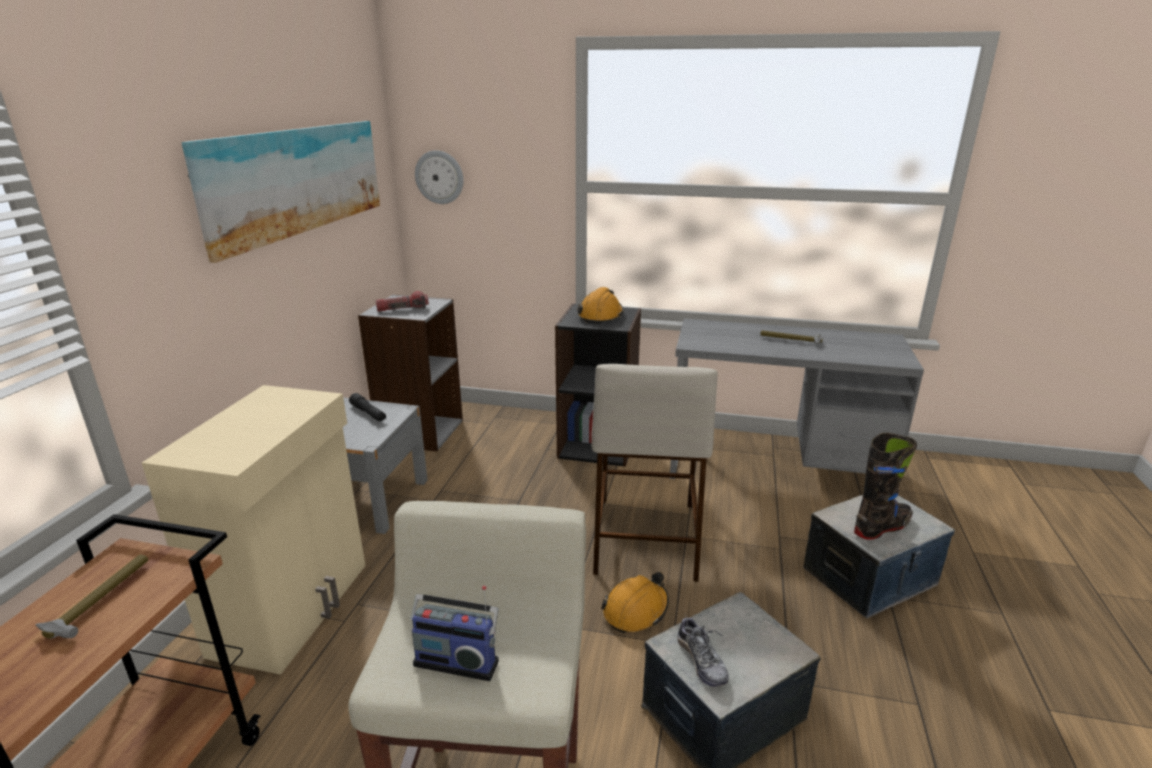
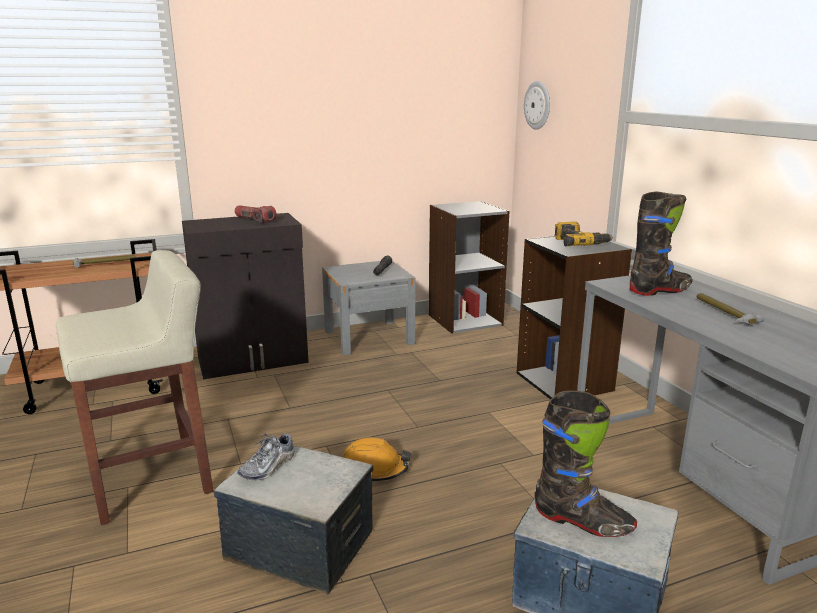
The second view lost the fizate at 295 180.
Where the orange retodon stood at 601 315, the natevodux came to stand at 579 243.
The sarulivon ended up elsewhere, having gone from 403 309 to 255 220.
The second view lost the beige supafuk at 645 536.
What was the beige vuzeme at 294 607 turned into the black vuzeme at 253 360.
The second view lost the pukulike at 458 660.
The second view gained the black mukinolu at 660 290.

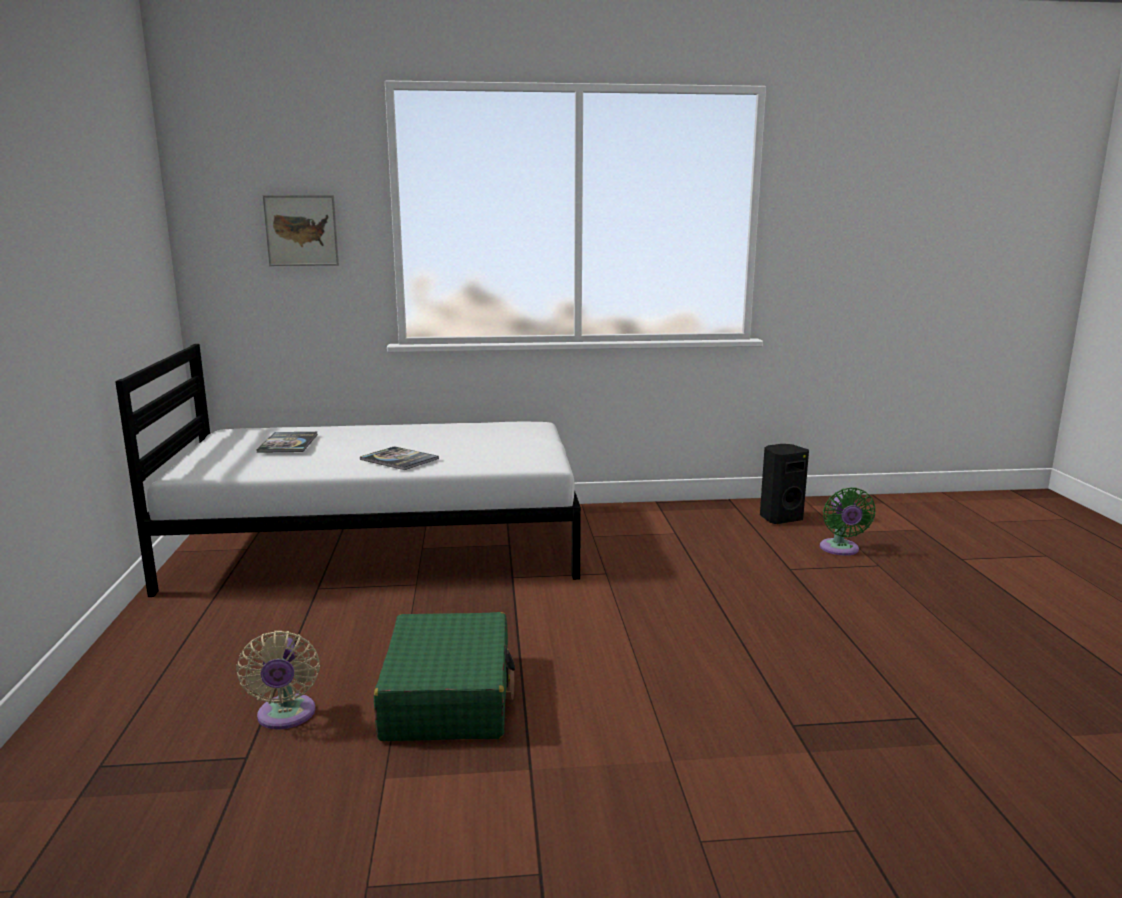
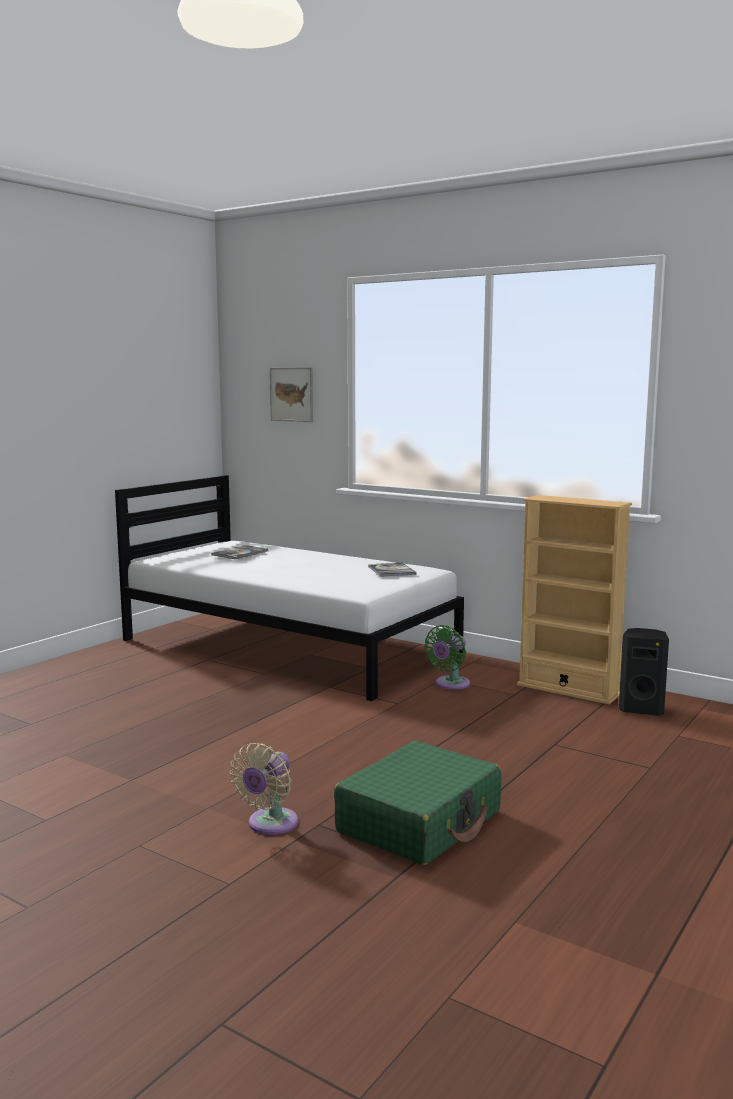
The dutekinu ended up elsewhere, having gone from 399 459 to 391 571.
The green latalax ended up elsewhere, having gone from 840 549 to 450 684.
The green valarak ended up elsewhere, having gone from 448 696 to 420 822.
The beige latalax ended up elsewhere, having gone from 286 716 to 270 825.
The second view gained the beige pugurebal at 568 690.

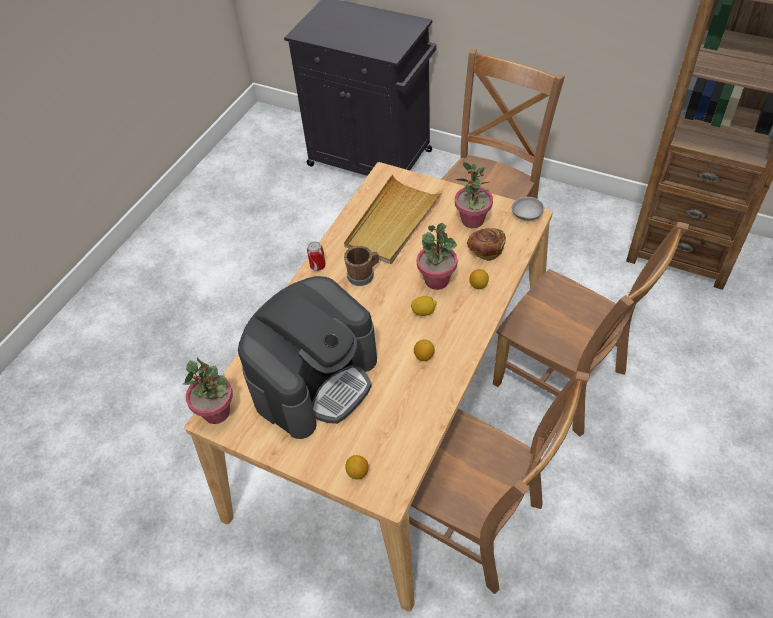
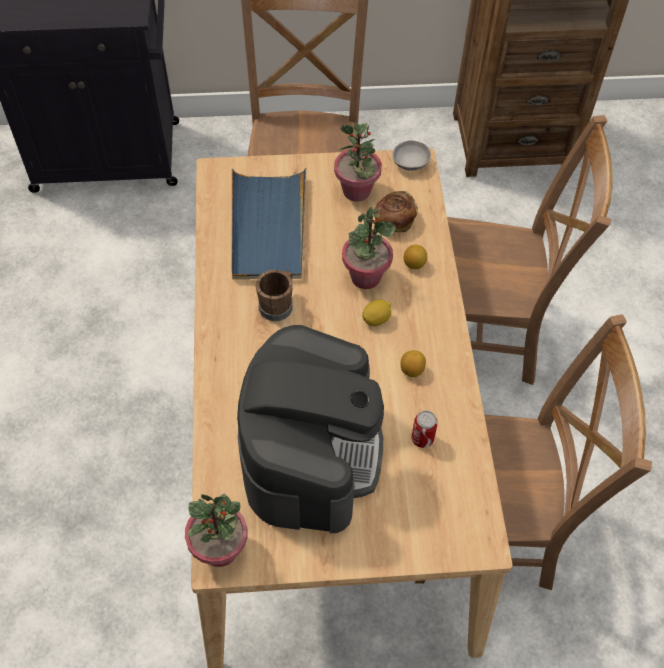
What was the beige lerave at 393 222 turned into the blue lerave at 268 227.
The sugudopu ended up elsewhere, having gone from 318 266 to 422 439.
The second view lost the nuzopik at 357 472.

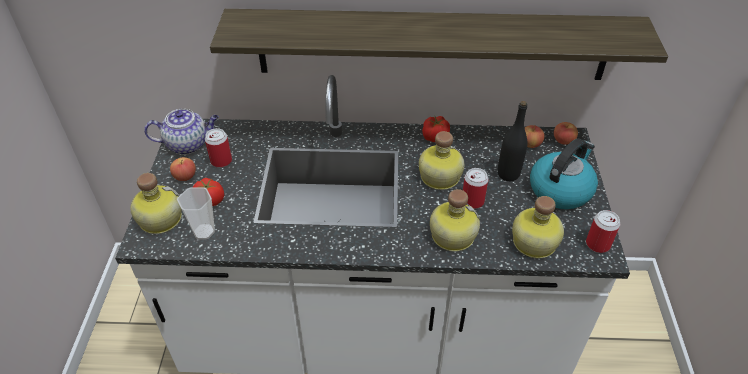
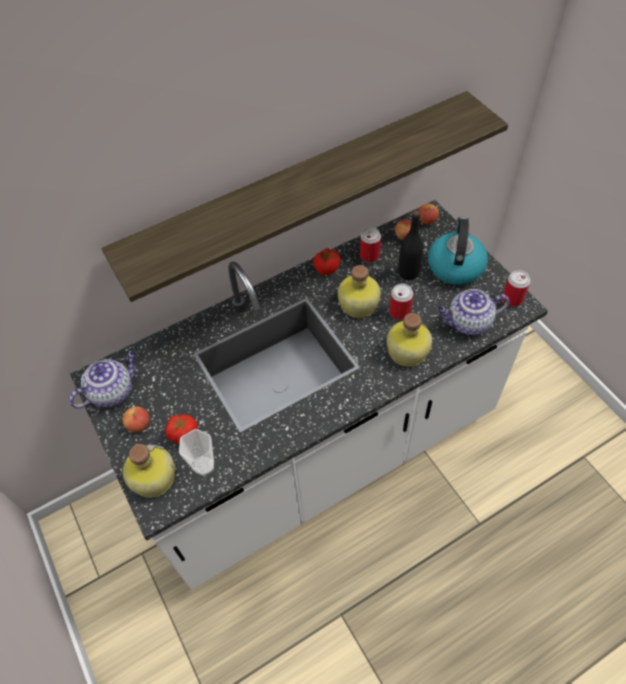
The sugudopu ended up elsewhere, having gone from 221 161 to 369 255.
Where the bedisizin stood at 532 242, the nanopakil came to stand at 468 323.

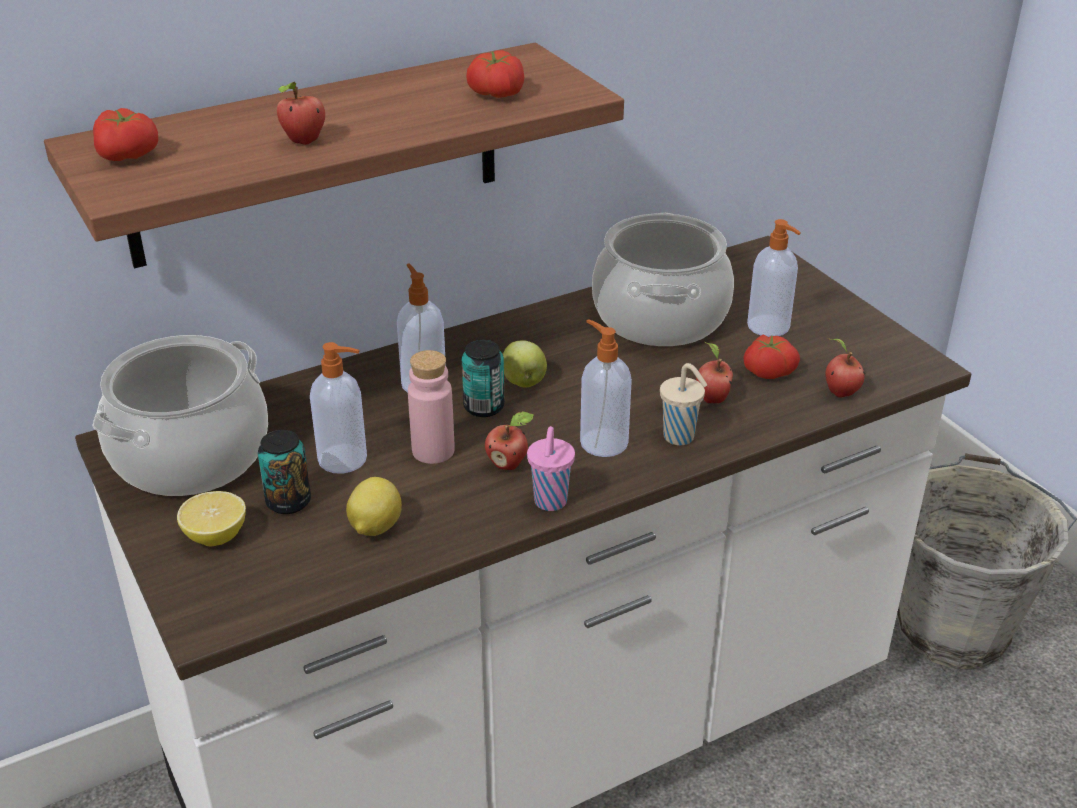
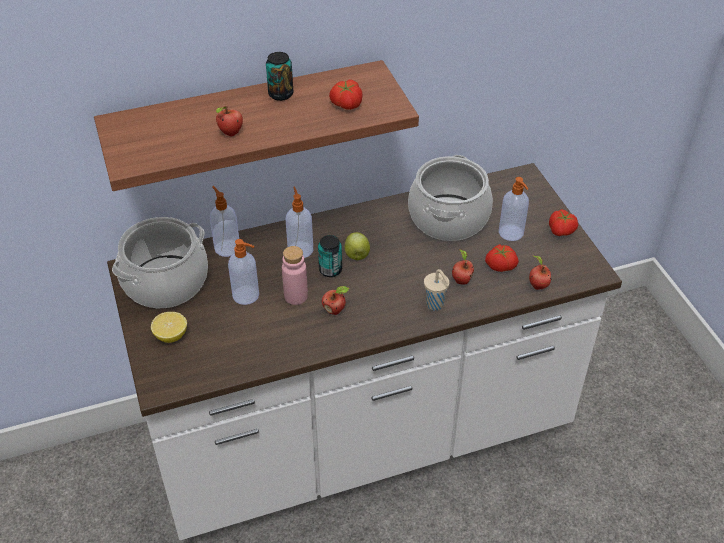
The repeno ended up elsewhere, having gone from 129 155 to 562 230.
The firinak ended up elsewhere, having gone from 602 442 to 226 247.
The second view lost the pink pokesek at 550 503.
The sugudopu ended up elsewhere, having gone from 288 502 to 280 94.
The second view lost the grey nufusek at 953 626.
The second view lost the nuzopik at 374 527.

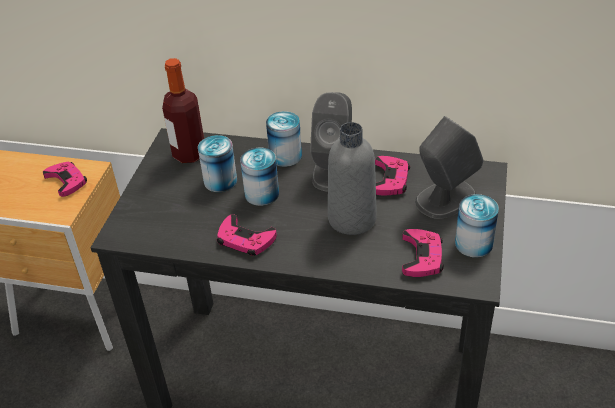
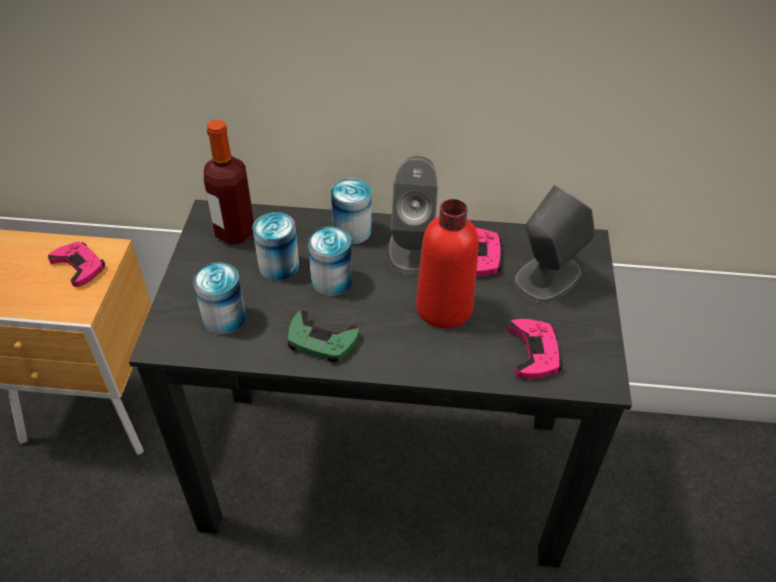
What was the grey bedisizin at 352 219 turned into the red bedisizin at 444 308.
The sugudopu ended up elsewhere, having gone from 473 244 to 224 317.
What was the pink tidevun at 245 240 turned into the green tidevun at 321 341.

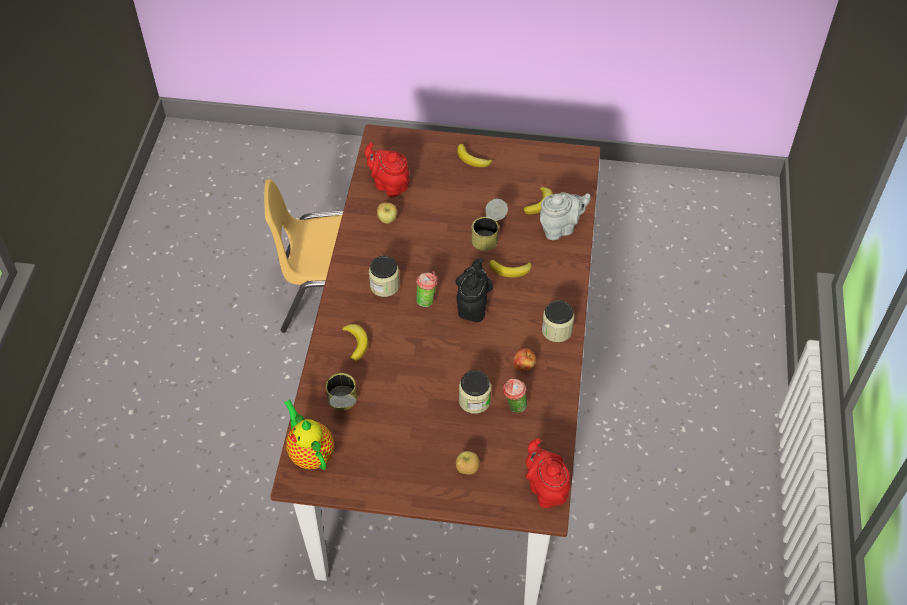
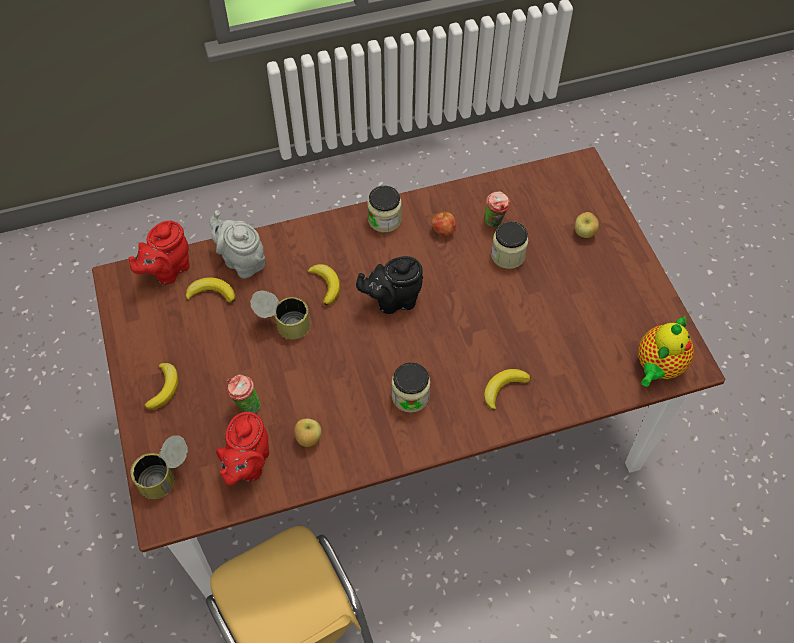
The pokesek ended up elsewhere, having gone from 427 300 to 246 406.
The sugudopu ended up elsewhere, having gone from 343 406 to 166 475.
The red nanopakil ended up elsewhere, having gone from 546 489 to 168 270.

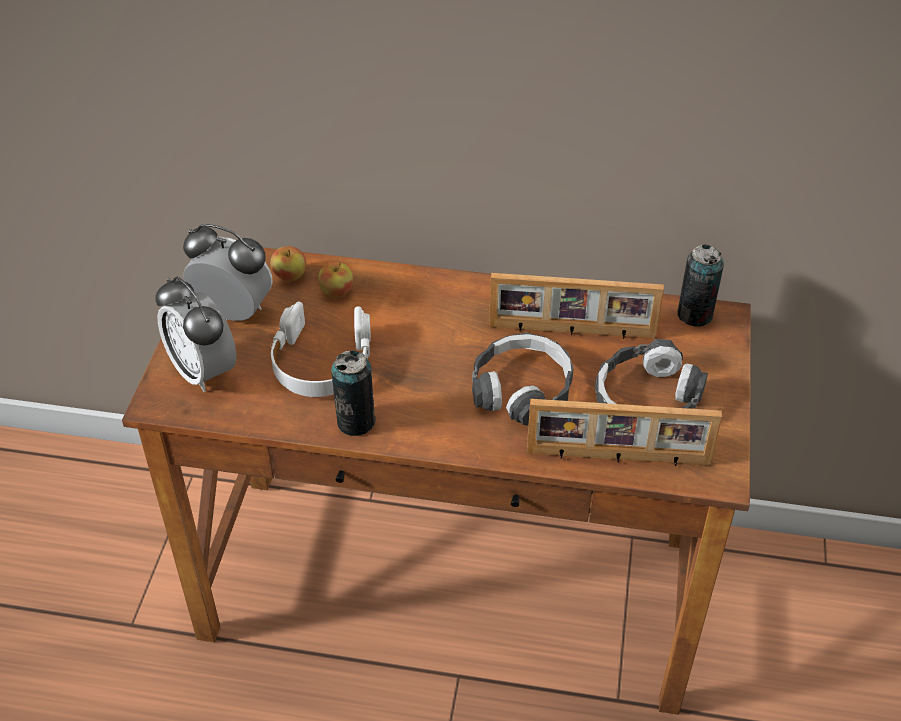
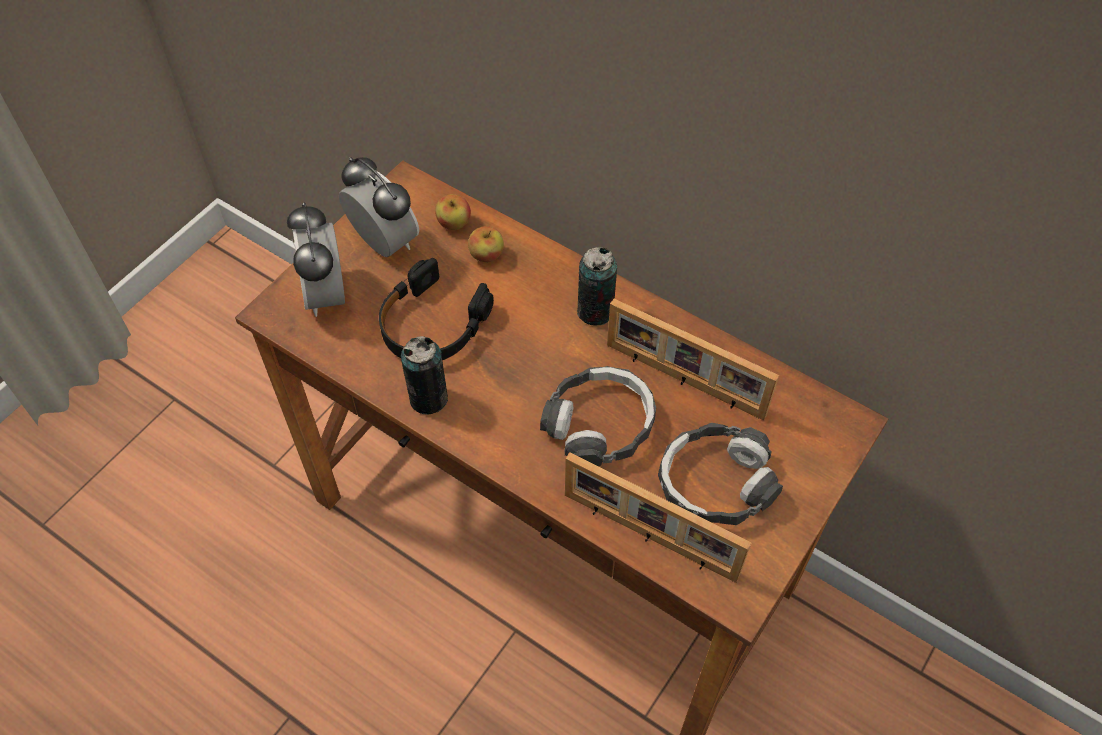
The sugudopu ended up elsewhere, having gone from 694 315 to 595 311.
What was the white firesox at 321 362 turned into the black firesox at 432 324.

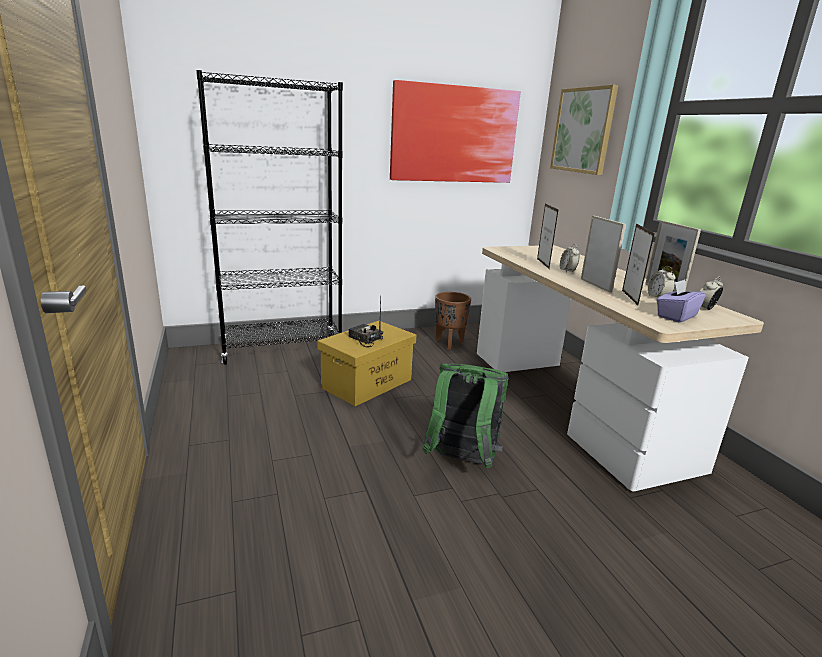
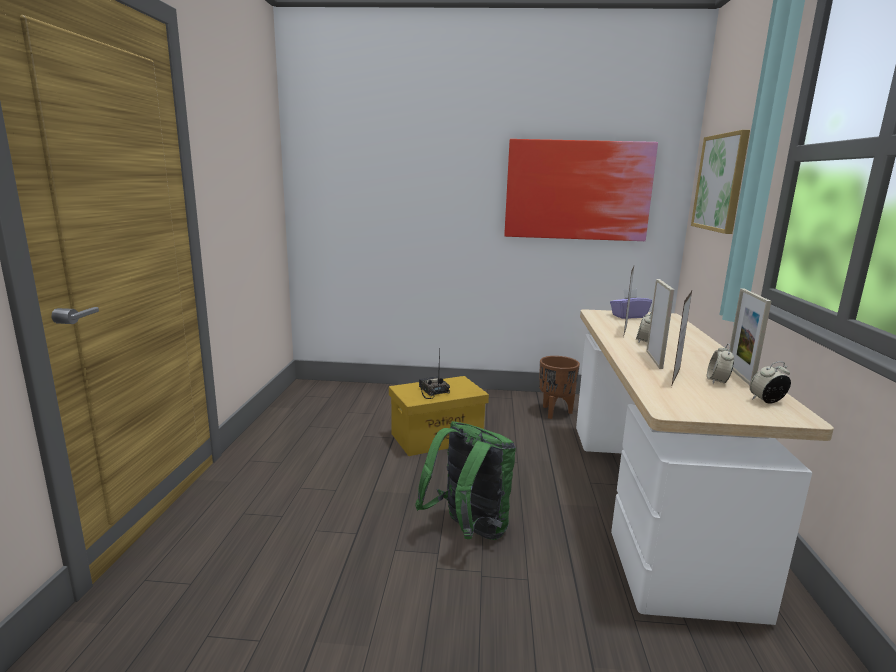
The second view lost the black pugurebal at 282 350.
The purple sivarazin ended up elsewhere, having gone from 676 316 to 628 316.

